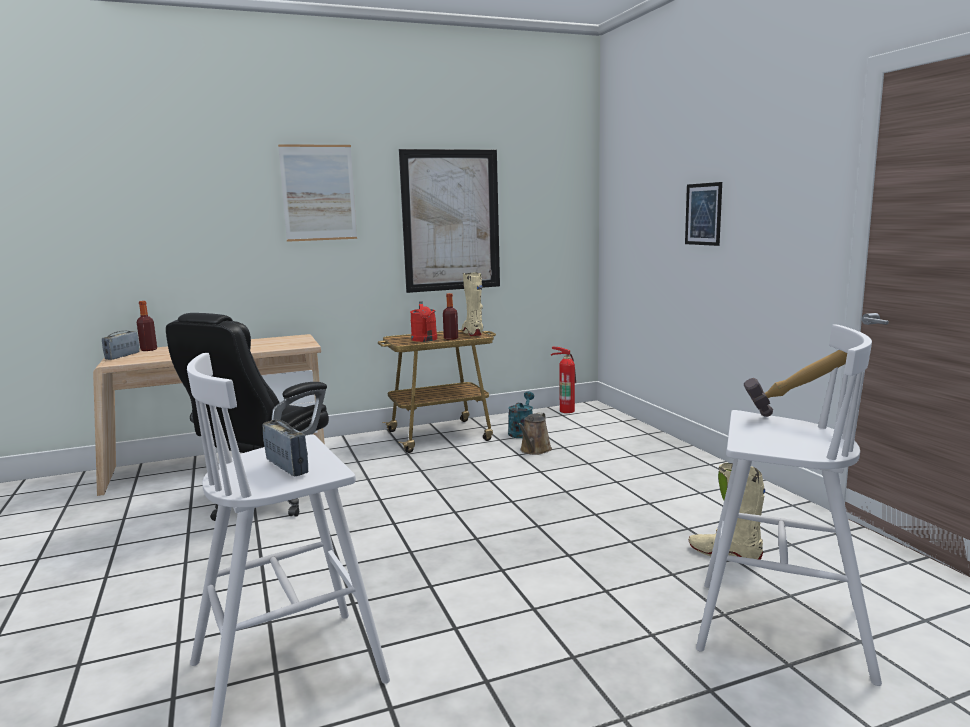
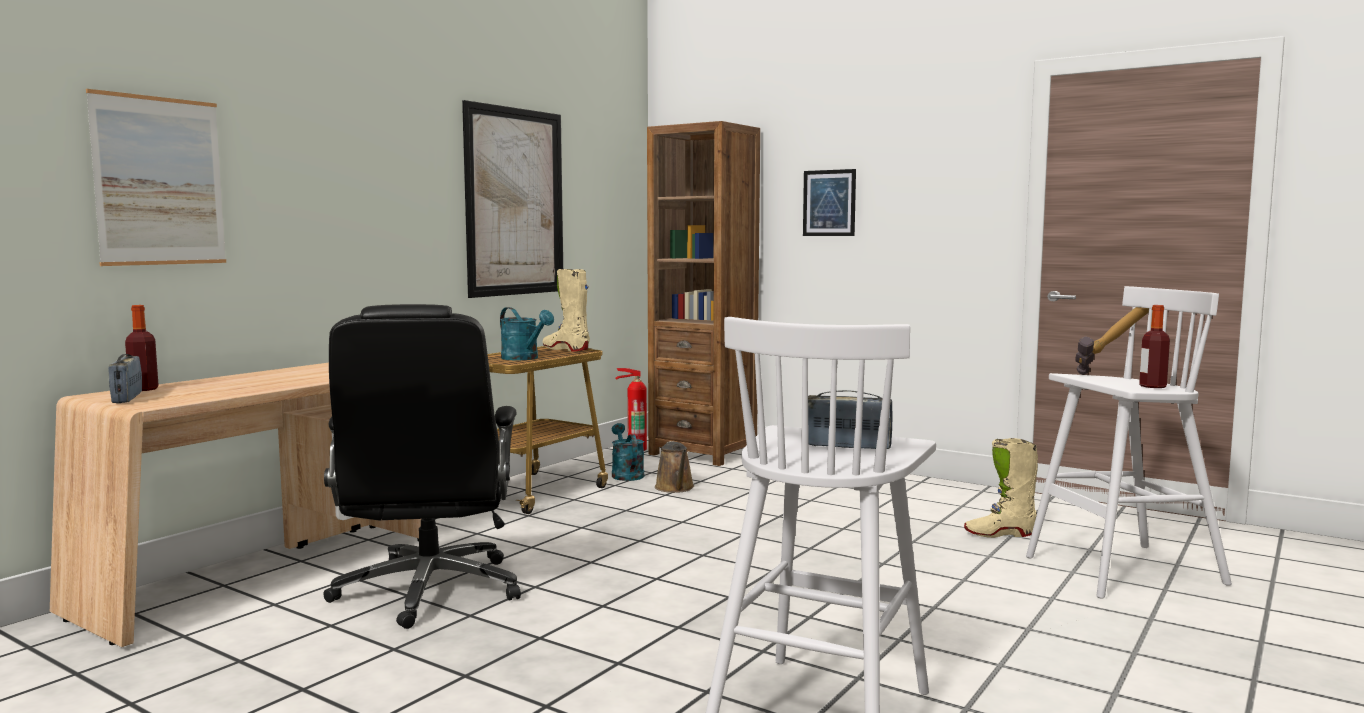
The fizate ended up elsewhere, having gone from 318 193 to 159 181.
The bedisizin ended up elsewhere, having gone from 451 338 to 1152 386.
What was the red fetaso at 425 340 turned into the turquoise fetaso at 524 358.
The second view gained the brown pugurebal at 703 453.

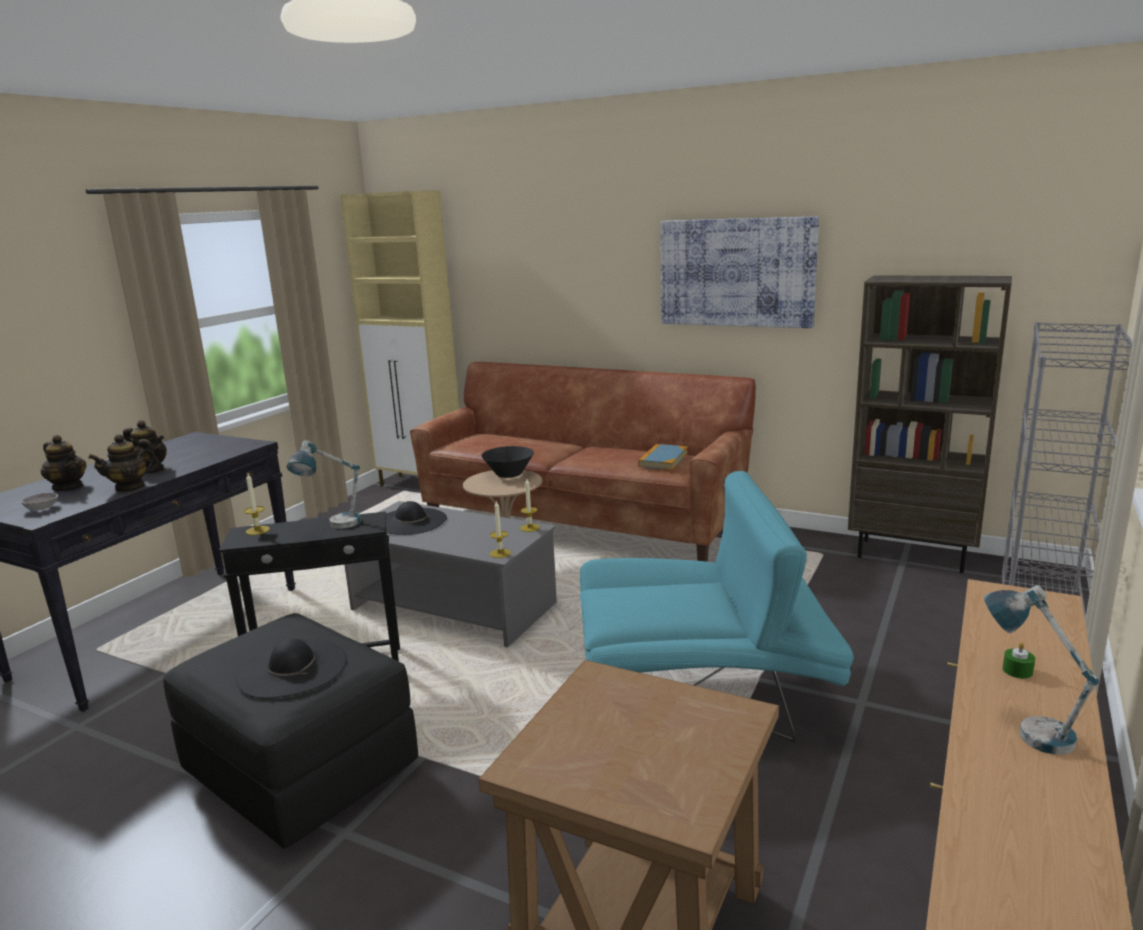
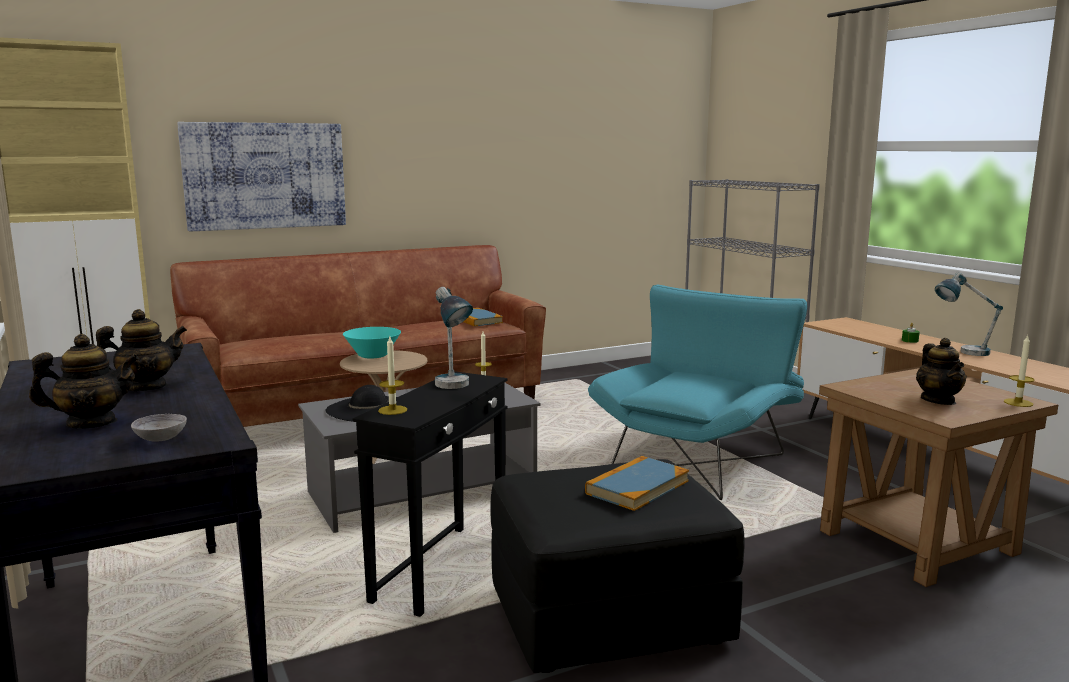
The fizate ended up elsewhere, having gone from 737 272 to 264 175.
The second view lost the brown pugurebal at 912 555.
The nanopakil ended up elsewhere, having gone from 130 487 to 938 400.
What was the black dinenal at 509 474 turned into the turquoise dinenal at 373 356.
The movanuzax ended up elsewhere, having gone from 500 553 to 1018 403.
Where the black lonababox stood at 292 668, the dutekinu came to stand at 637 487.

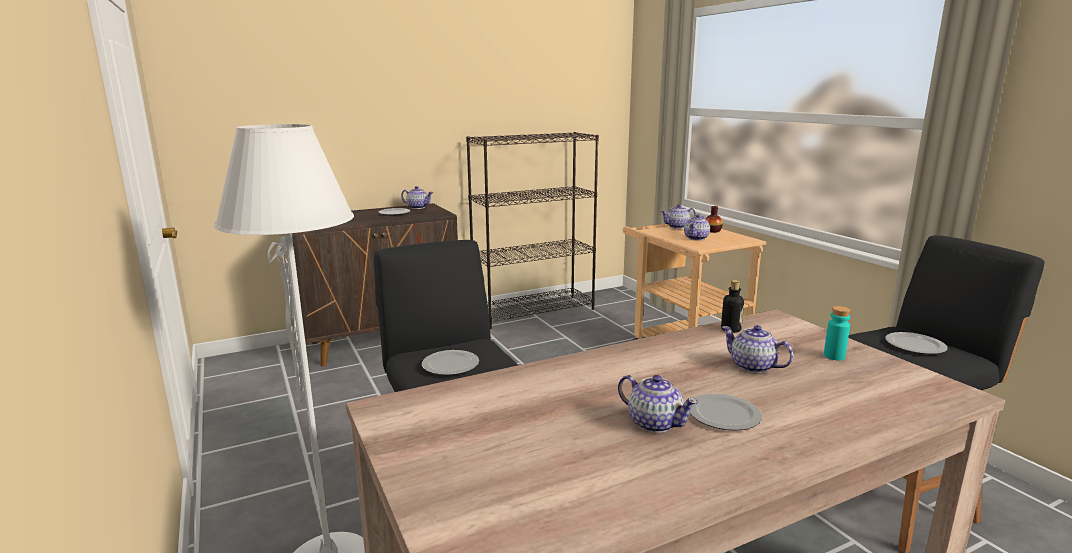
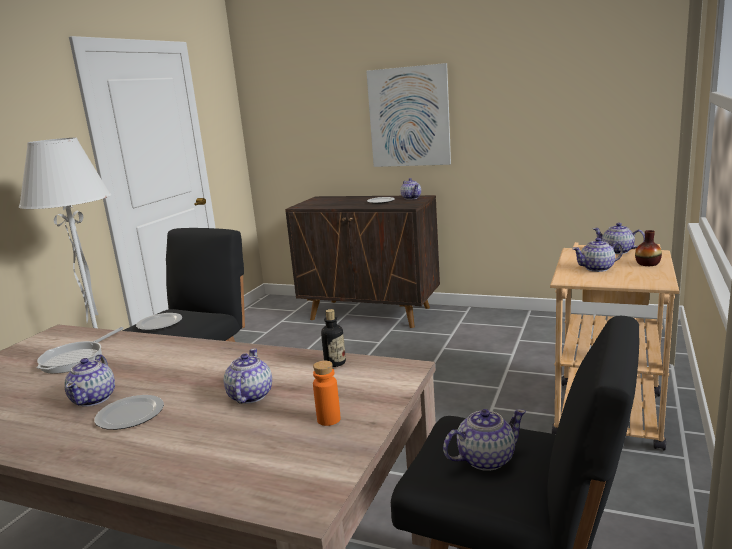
The second view lost the black pugurebal at 534 311.
What was the turquoise bedisizin at 834 356 turned into the orange bedisizin at 328 419.
Where the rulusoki stood at 914 346, the nanopakil came to stand at 485 459.
The second view gained the fizate at 409 117.
The second view gained the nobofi at 76 359.

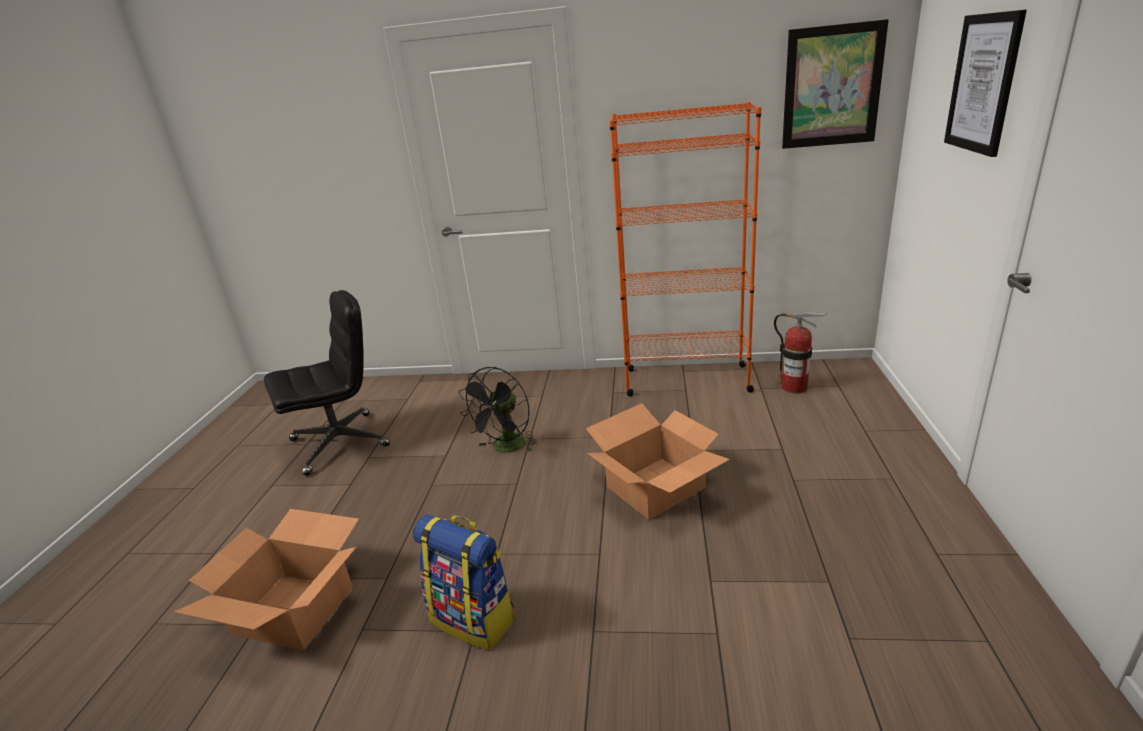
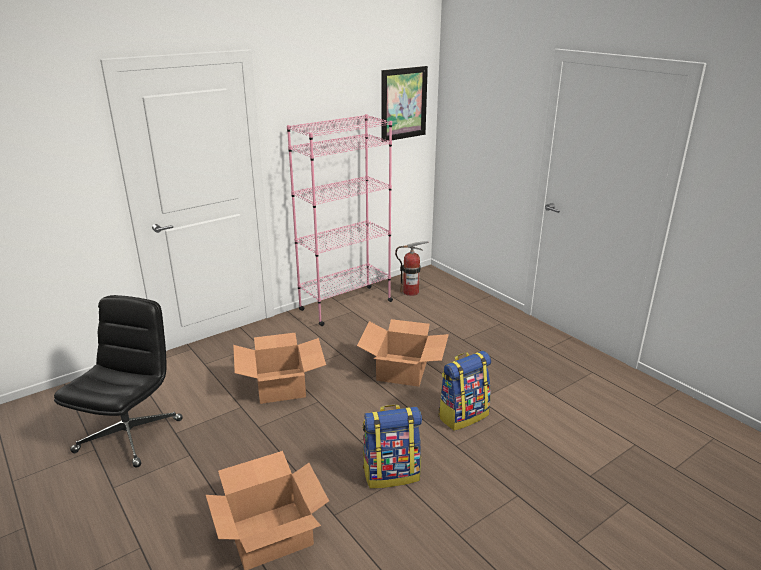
The second view lost the fizate at 983 83.
What was the orange pugurebal at 686 380 turned into the pink pugurebal at 345 305.
Where the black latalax stood at 506 448, the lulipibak came to stand at 281 385.
The second view gained the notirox at 463 415.

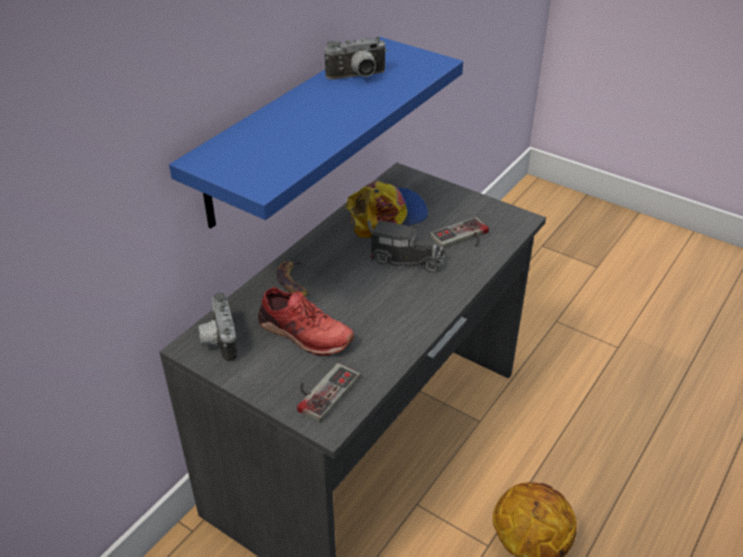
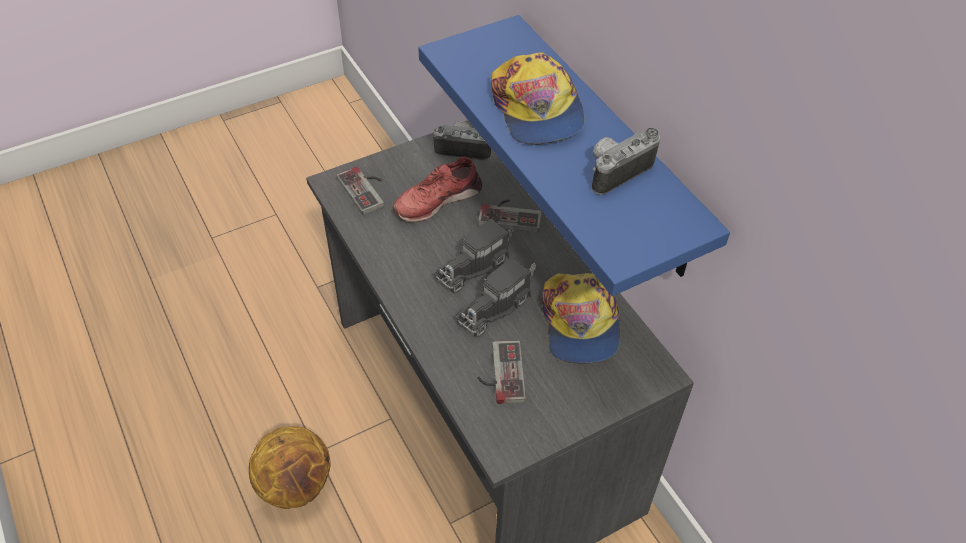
The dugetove at 357 77 ended up facing another way, 45 degrees clockwise from before.
Where the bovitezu stood at 294 282, the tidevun came to stand at 510 214.
The second view gained the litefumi at 537 109.
The second view gained the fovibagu at 475 265.

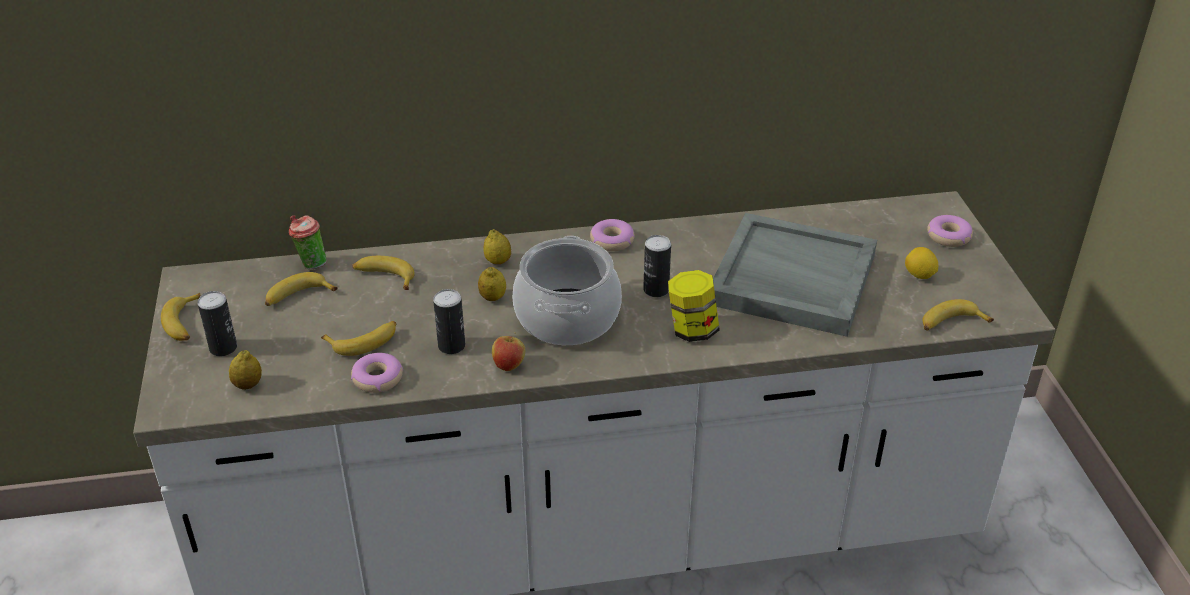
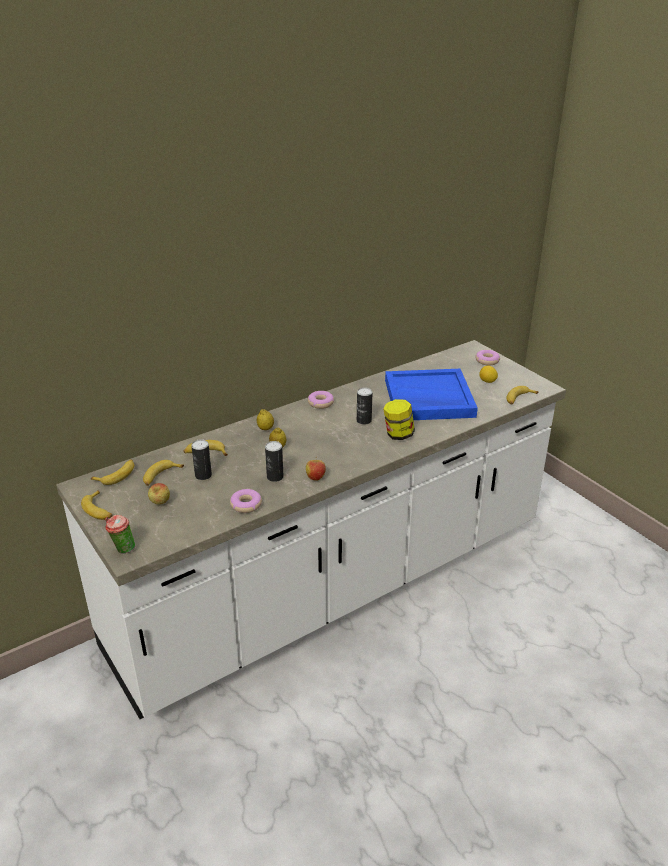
What was the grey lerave at 791 279 turned into the blue lerave at 428 399.
The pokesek ended up elsewhere, having gone from 310 264 to 122 549.
The second view lost the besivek at 568 318.
The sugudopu ended up elsewhere, having gone from 223 348 to 203 475.
The bovitezu ended up elsewhere, having gone from 364 342 to 117 475.
The second view lost the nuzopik at 248 385.
The second view gained the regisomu at 160 503.

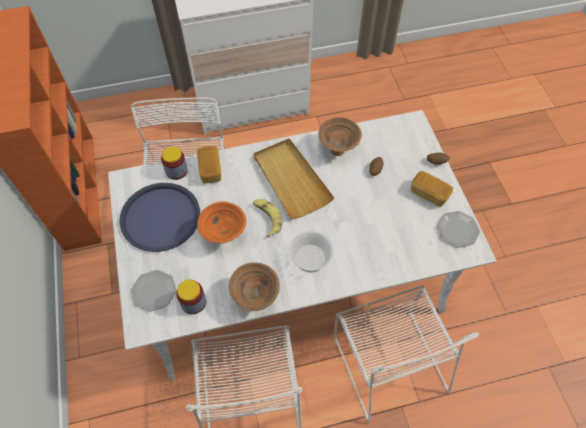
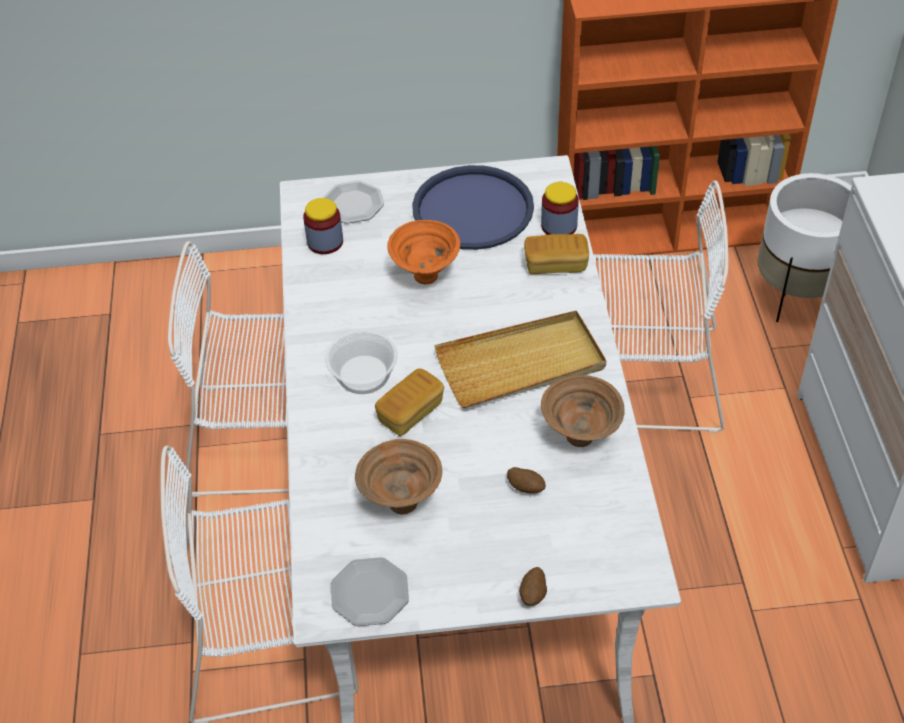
The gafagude ended up elsewhere, having gone from 429 194 to 410 412.
The second view lost the bovitezu at 267 218.
The brown dinenal ended up elsewhere, having gone from 256 298 to 400 504.
The second view gained the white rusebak at 796 293.

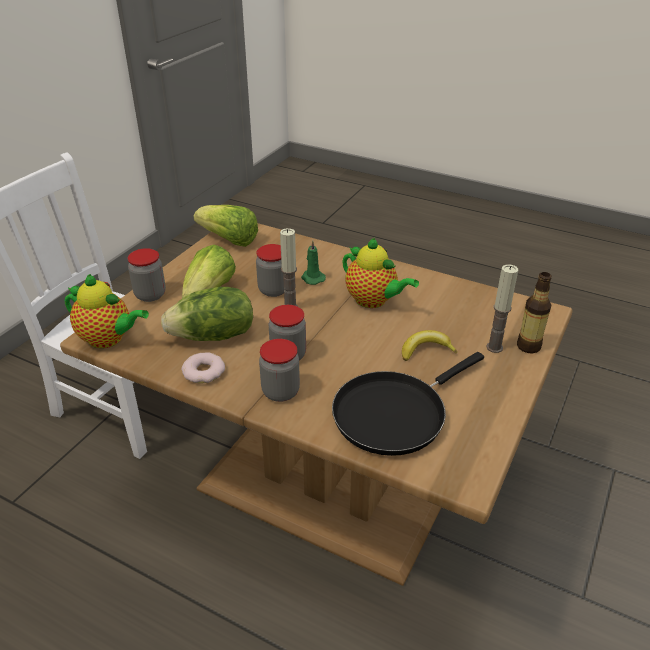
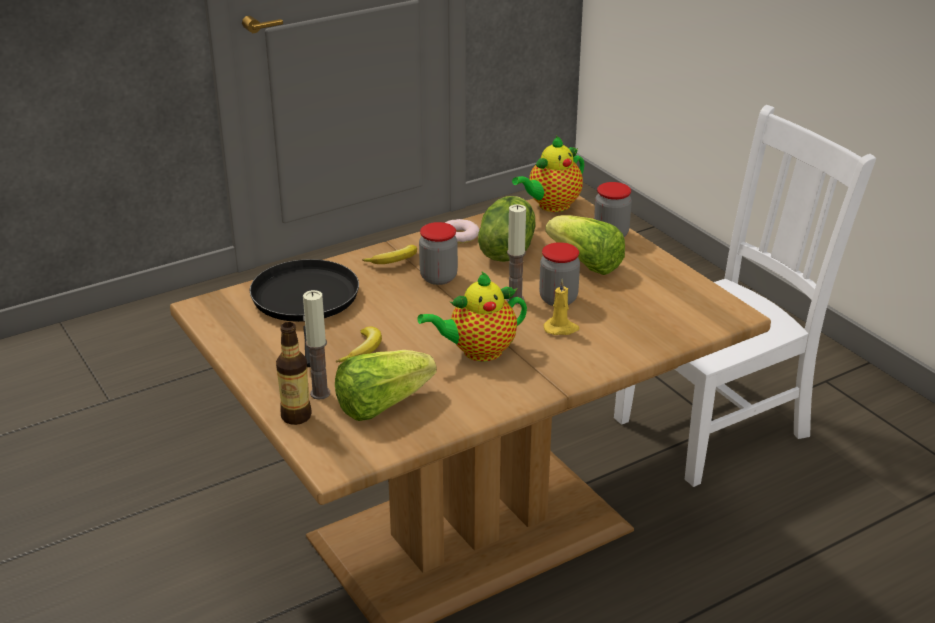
The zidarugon ended up elsewhere, having gone from 229 240 to 381 404.
What was the green movanuzax at 312 278 turned into the yellow movanuzax at 561 328.
Where the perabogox stood at 280 392, the bovitezu came to stand at 394 261.

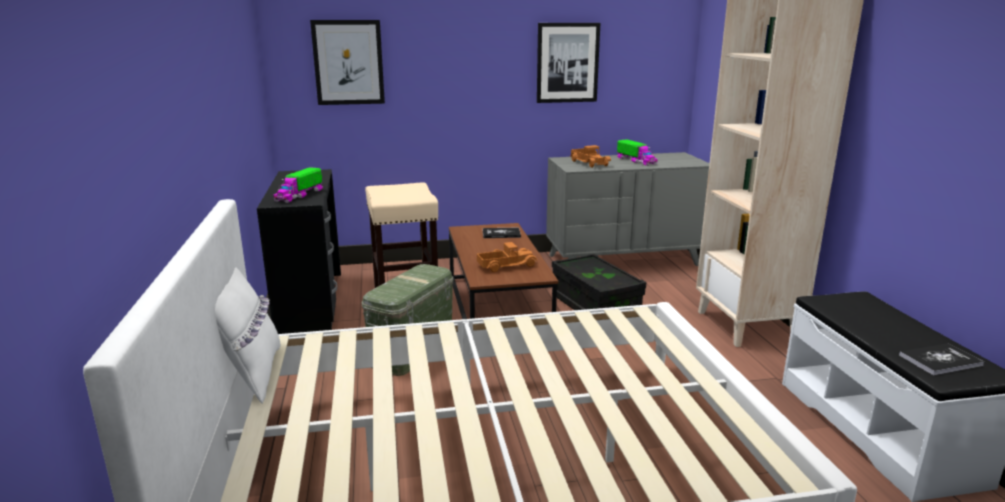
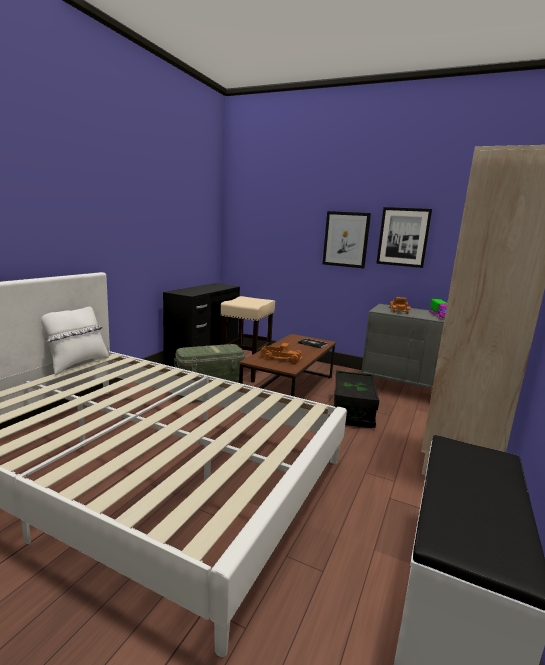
The fizate ended up elsewhere, having gone from 348 62 to 346 239.
The second view lost the fovibagu at 299 195.
The second view lost the dutekinu at 940 360.

